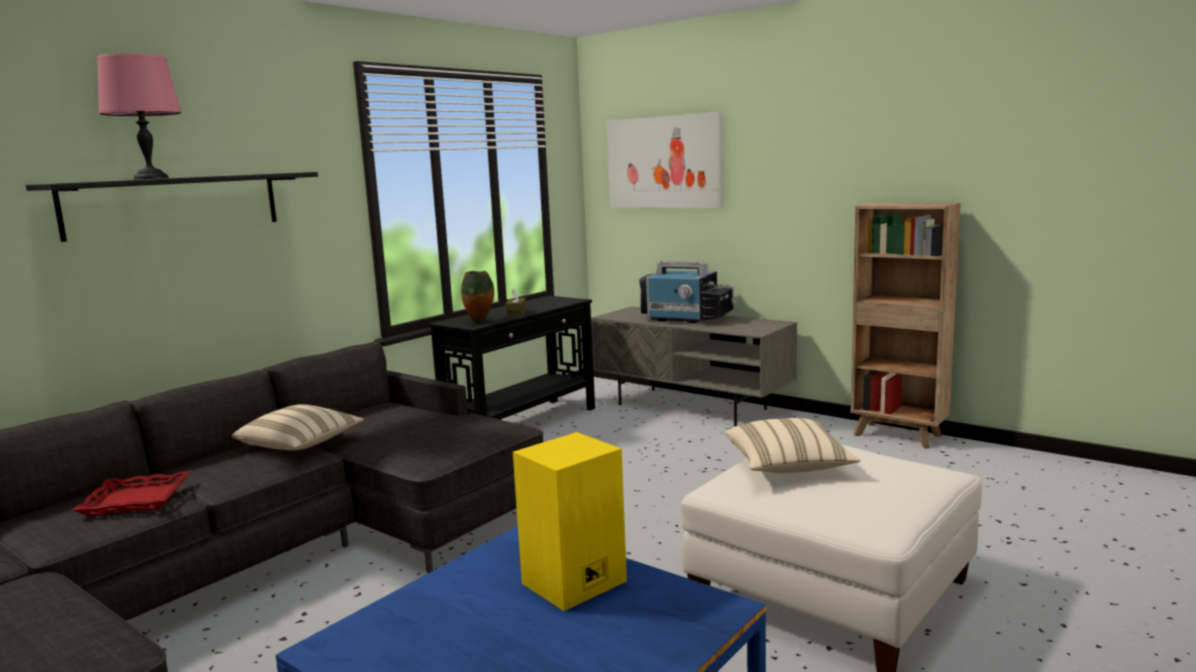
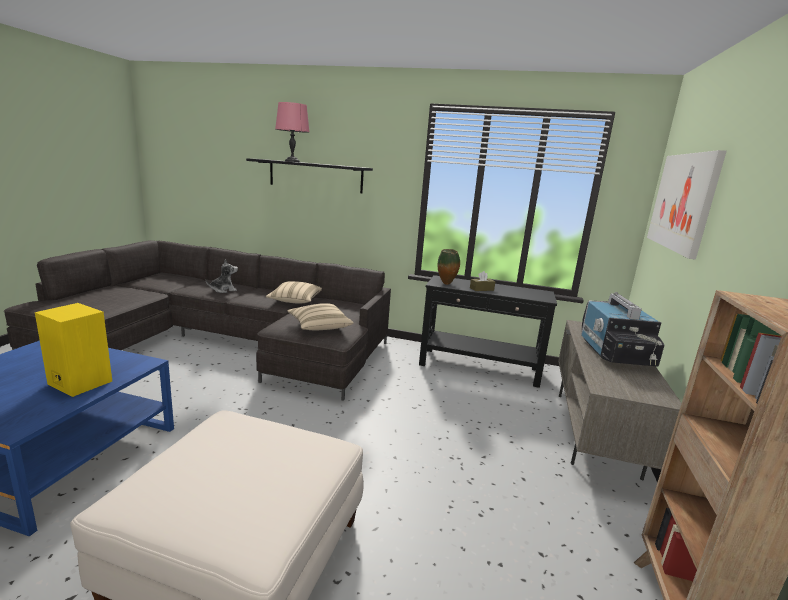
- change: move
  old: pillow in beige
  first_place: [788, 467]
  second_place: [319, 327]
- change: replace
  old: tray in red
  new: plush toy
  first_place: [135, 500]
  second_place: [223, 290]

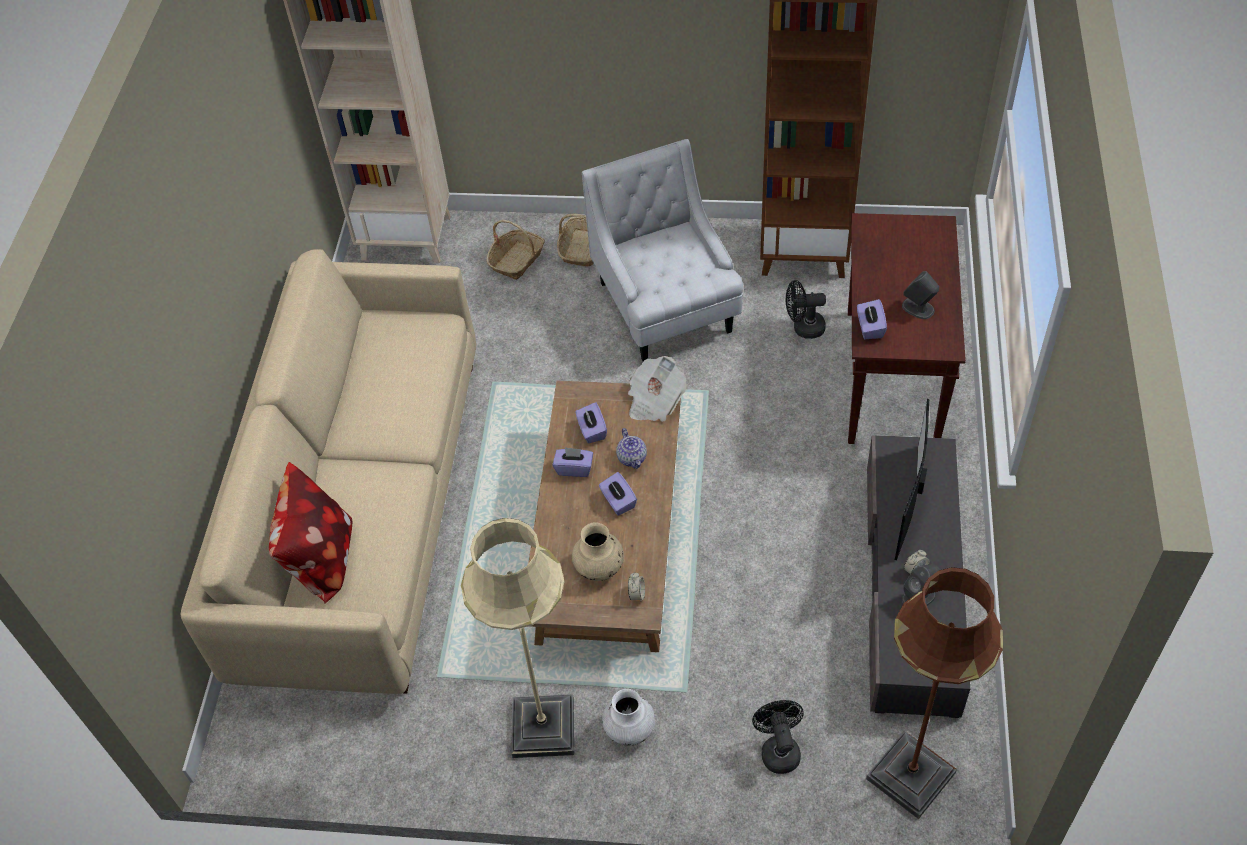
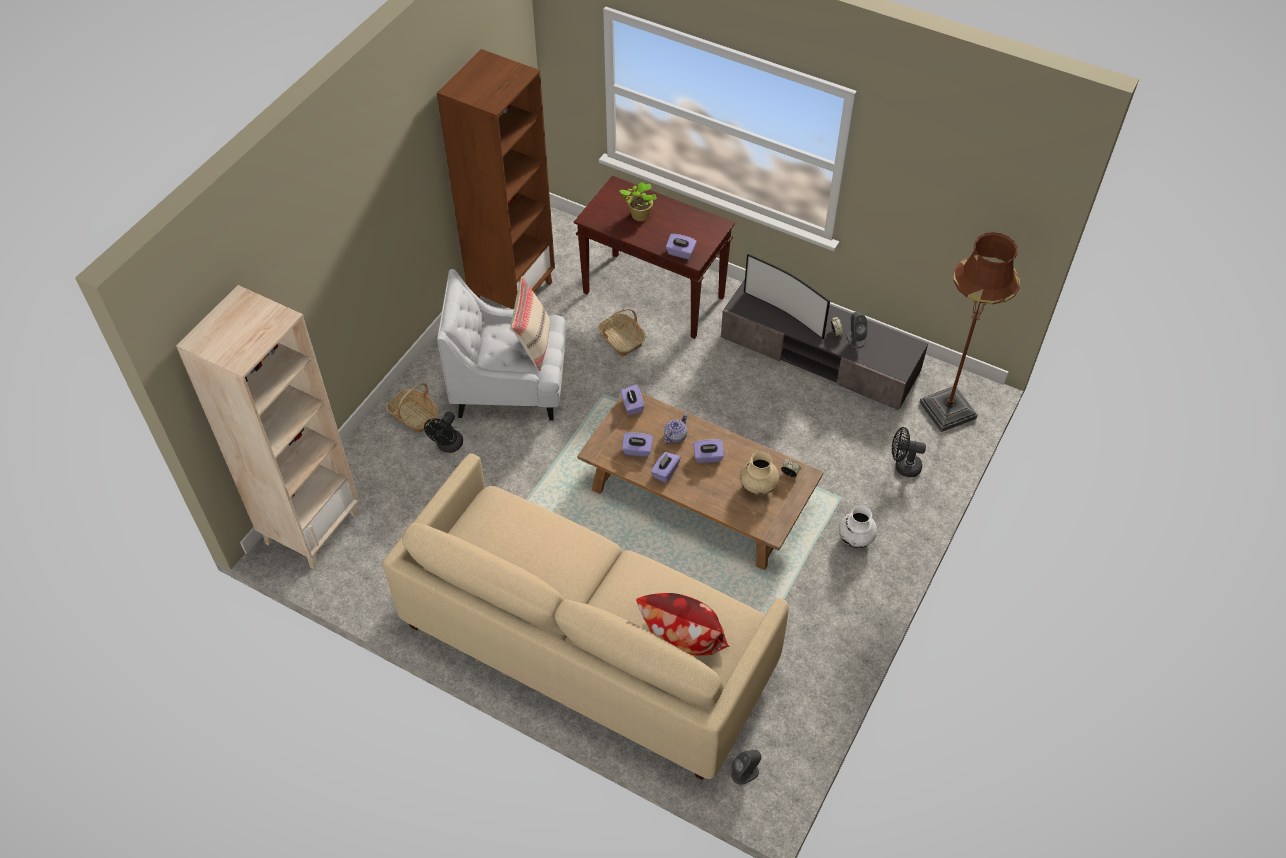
- change: move
  old: basket
  first_place: [517, 260]
  second_place: [621, 339]
- change: move
  old: speaker in grey
  first_place: [918, 308]
  second_place: [745, 773]
- change: move
  old: fan in black
  first_place: [803, 328]
  second_place: [448, 446]
- change: replace
  old: newspaper
  new: tissue box in purple
  first_place: [654, 401]
  second_place: [632, 406]
- change: rotate
  old: teapot
  first_place: [632, 458]
  second_place: [675, 436]
  degrees: -60
- change: delete
  old: floor lamp in beige
  first_place: [543, 727]
- change: insert
  new: potted plant
  second_place: [639, 216]
- change: insert
  new: pillow in beige
  second_place: [533, 344]

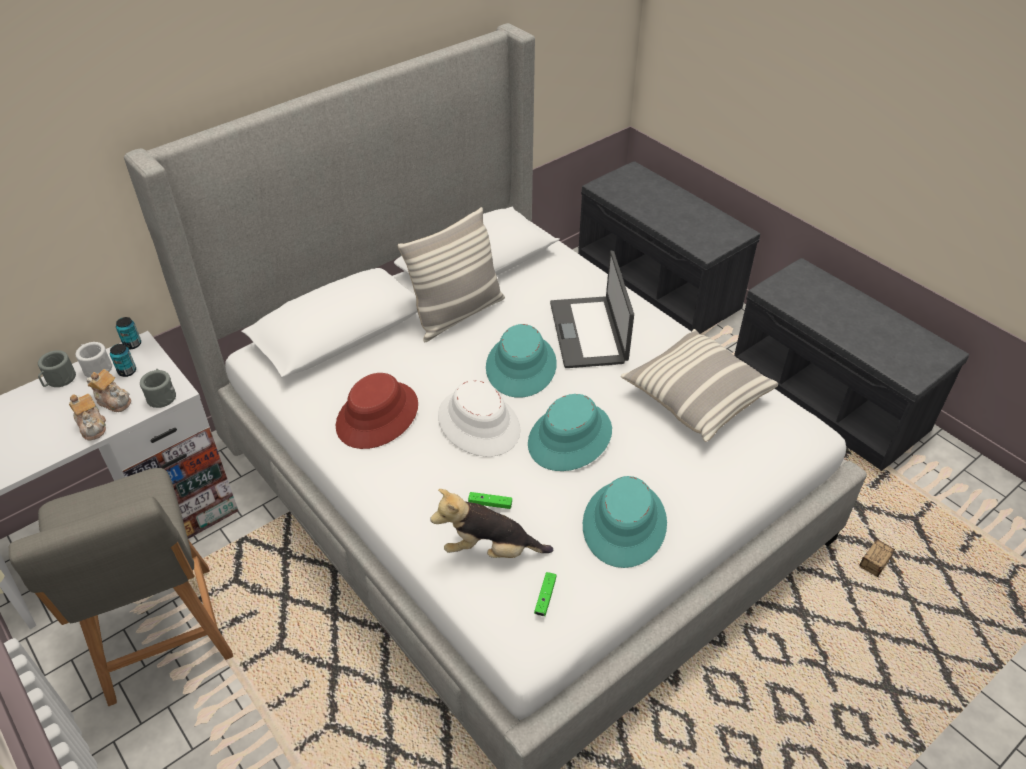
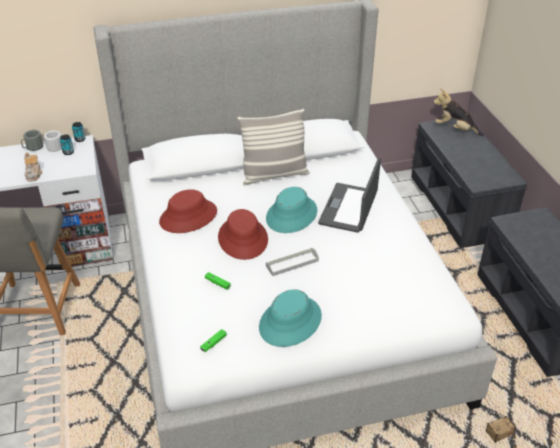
- change: delete
  old: pillow
  first_place: [696, 397]
- change: delete
  old: teapot
  first_place: [114, 401]
- change: delete
  old: mug in grey
  first_place: [161, 395]
- change: recolor
  old: hat in white
  new: hat in red
  first_place: [479, 423]
  second_place: [243, 238]
- change: replace
  old: hat in turquoise
  new: tray in grey
  first_place: [570, 437]
  second_place: [292, 263]
- change: move
  old: plush toy
  first_place: [490, 550]
  second_place: [455, 129]

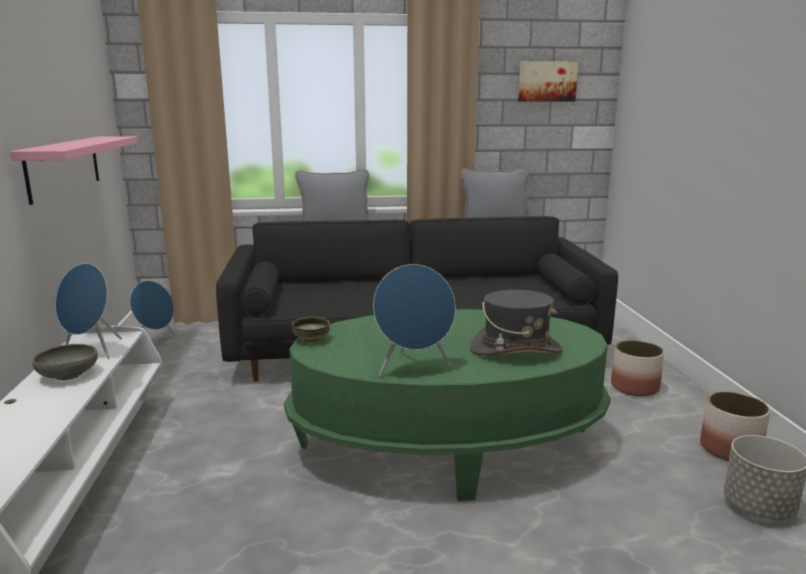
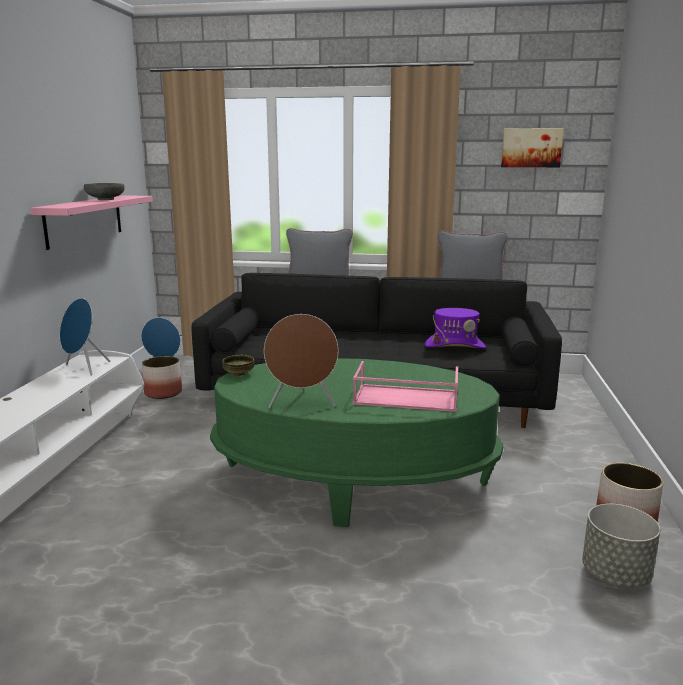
- change: recolor
  old: speaker in blue
  new: speaker in brown
  first_place: [413, 368]
  second_place: [302, 404]
- change: replace
  old: hat in grey
  new: tray in pink
  first_place: [515, 349]
  second_place: [405, 398]
- change: move
  old: planter
  first_place: [634, 387]
  second_place: [163, 393]
- change: move
  old: bowl in grey
  first_place: [68, 375]
  second_place: [105, 199]
- change: insert
  new: hat in purple
  second_place: [455, 346]

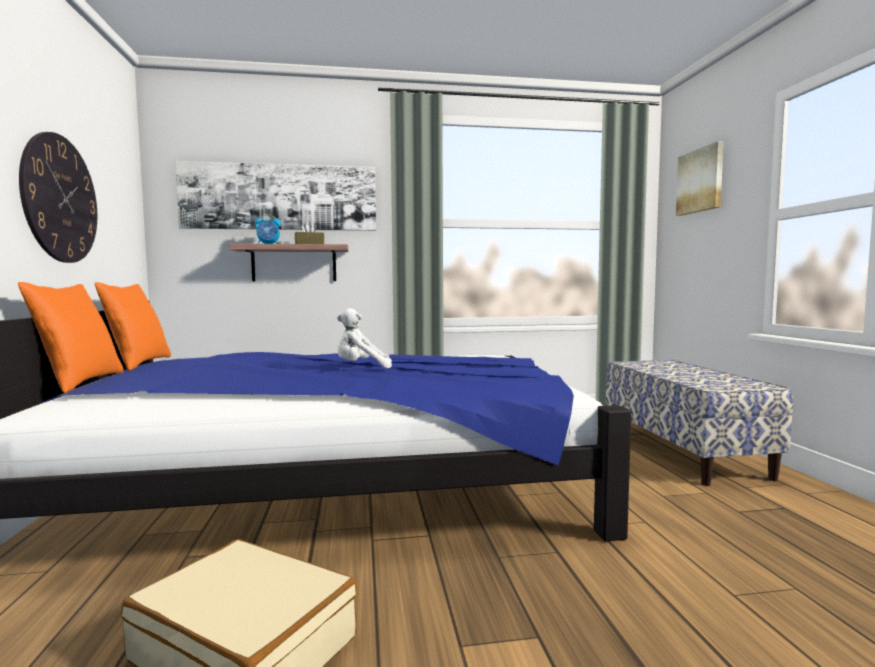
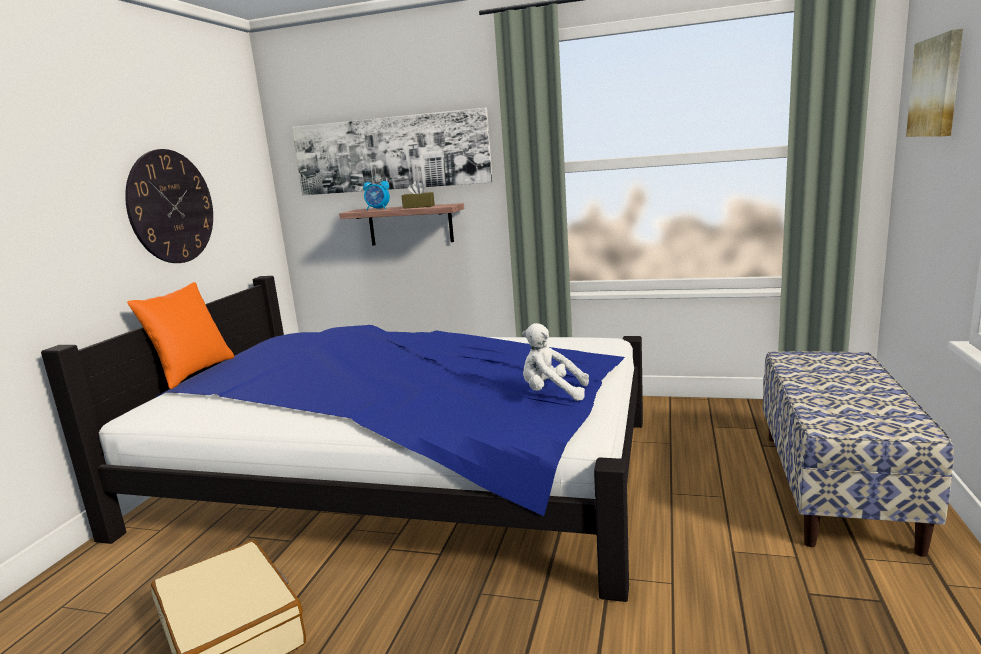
- change: delete
  old: pillow in orange
  first_place: [138, 364]
- change: move
  old: plush toy in white
  first_place: [361, 368]
  second_place: [551, 393]

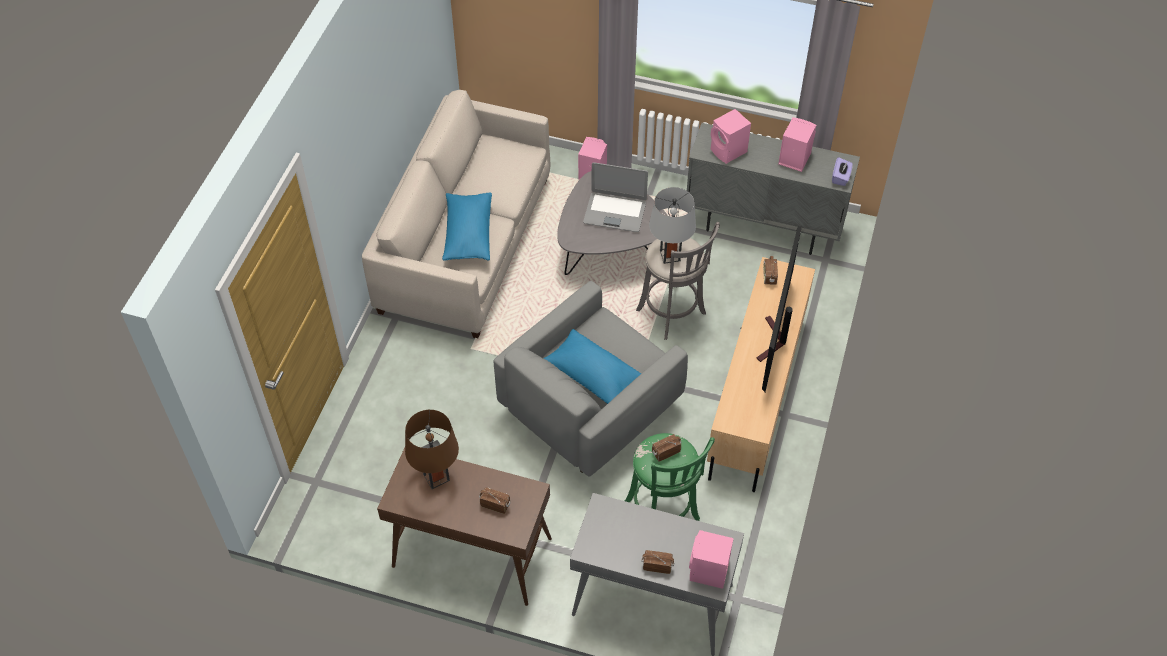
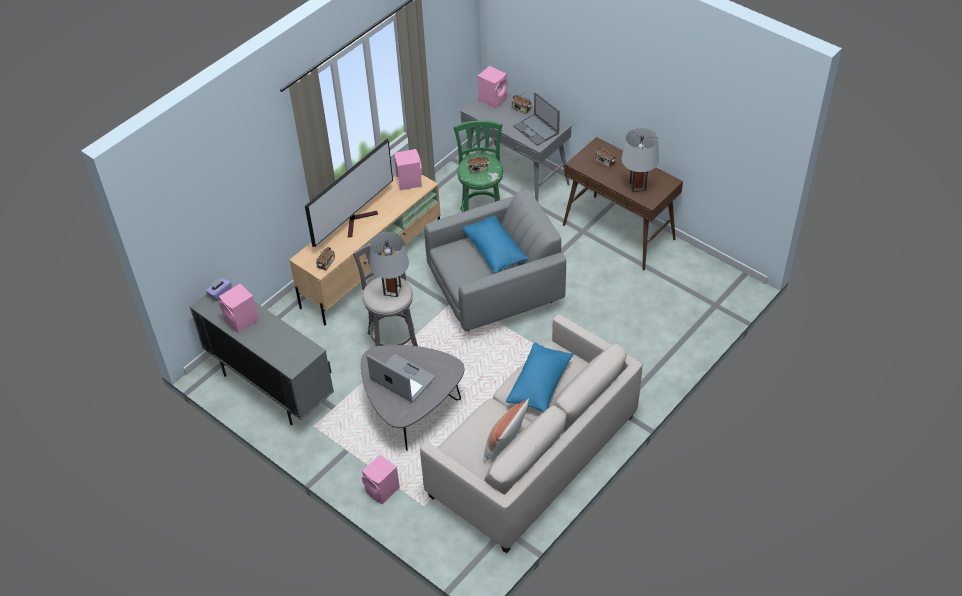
- change: move
  old: speaker in pink
  first_place: [729, 151]
  second_place: [409, 181]
- change: recolor
  old: table lamp in brown
  new: table lamp in grey
  first_place: [436, 477]
  second_place: [637, 186]
- change: insert
  new: laptop
  second_place: [536, 130]
- change: insert
  new: pillow
  second_place: [504, 445]

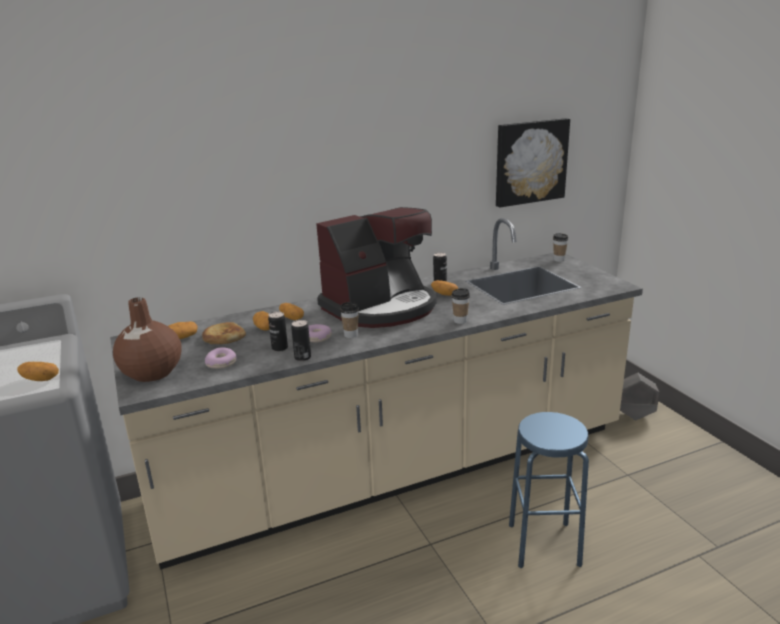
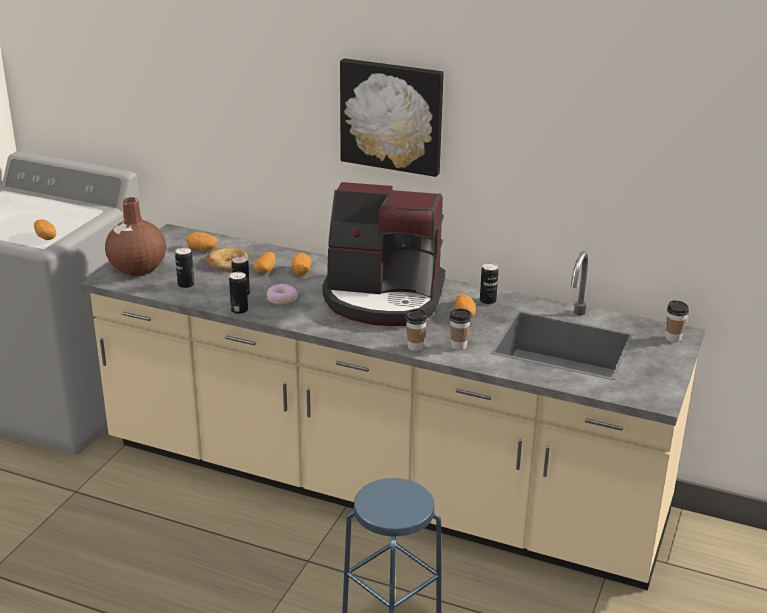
- change: move
  old: picture
  first_place: [530, 162]
  second_place: [392, 116]
- change: move
  old: cup
  first_place: [351, 335]
  second_place: [458, 346]
- change: replace
  old: donut
  new: can
  first_place: [222, 363]
  second_place: [186, 284]
- change: delete
  old: planter in grey
  first_place: [634, 415]

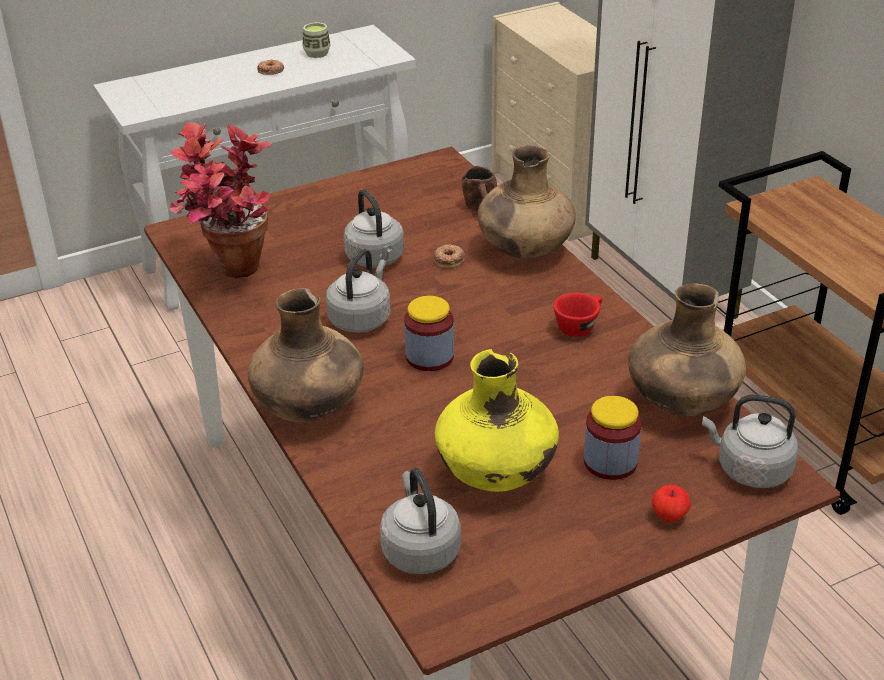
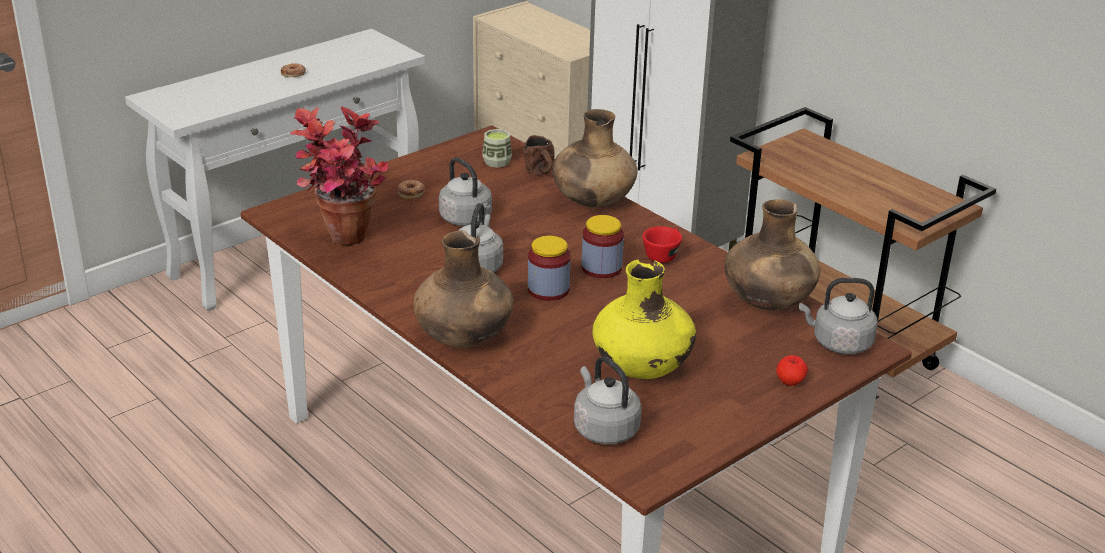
- change: move
  old: cup
  first_place: [317, 53]
  second_place: [497, 162]
- change: move
  old: donut
  first_place: [449, 259]
  second_place: [411, 192]
- change: move
  old: jar
  first_place: [610, 462]
  second_place: [601, 268]

